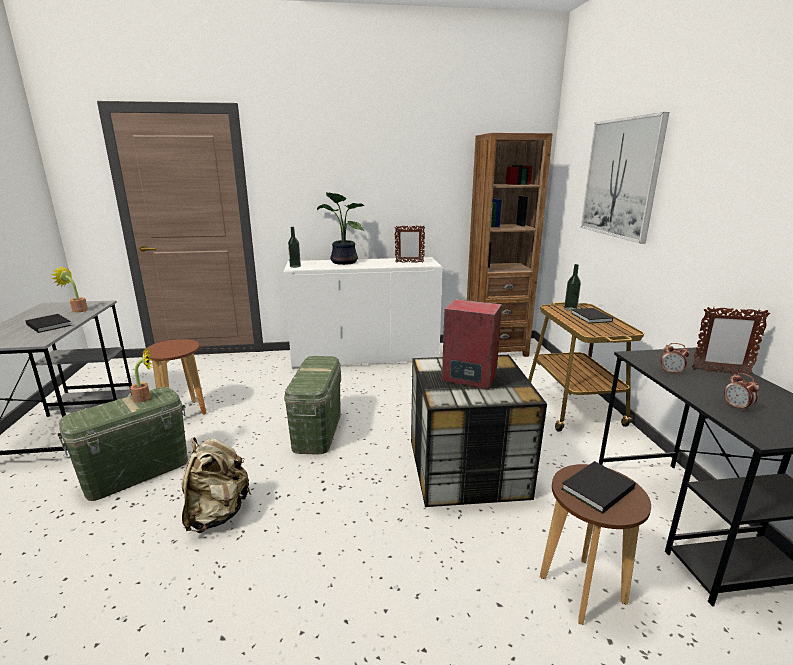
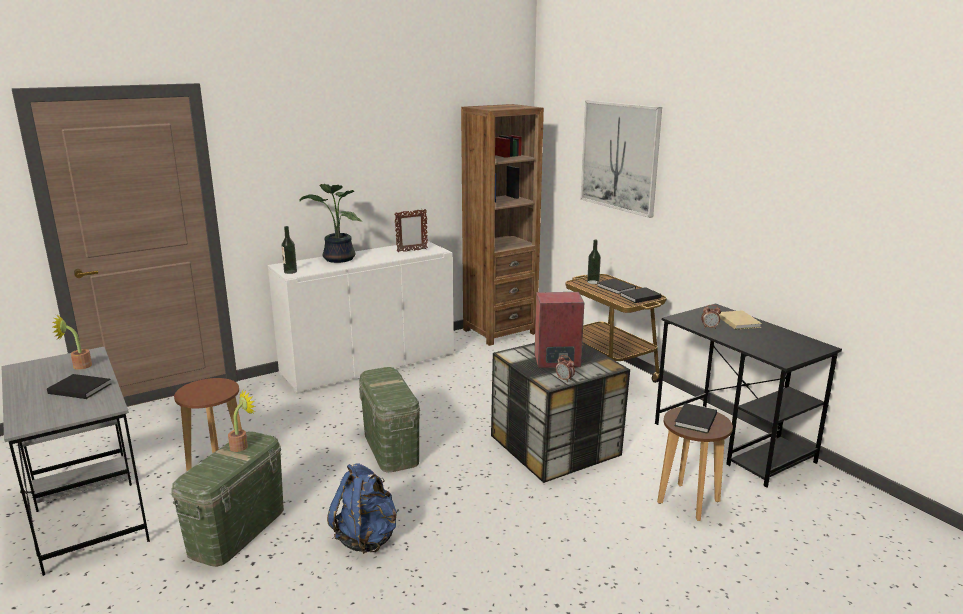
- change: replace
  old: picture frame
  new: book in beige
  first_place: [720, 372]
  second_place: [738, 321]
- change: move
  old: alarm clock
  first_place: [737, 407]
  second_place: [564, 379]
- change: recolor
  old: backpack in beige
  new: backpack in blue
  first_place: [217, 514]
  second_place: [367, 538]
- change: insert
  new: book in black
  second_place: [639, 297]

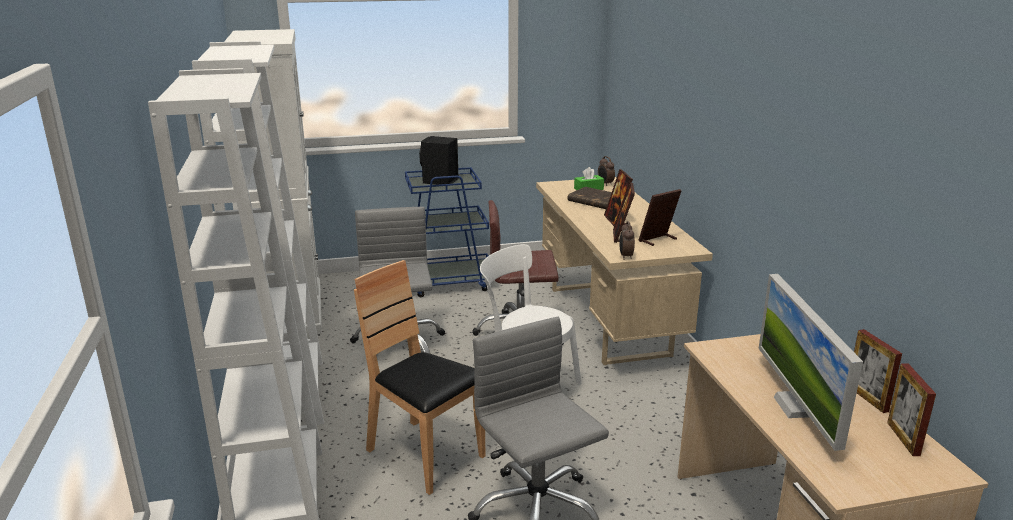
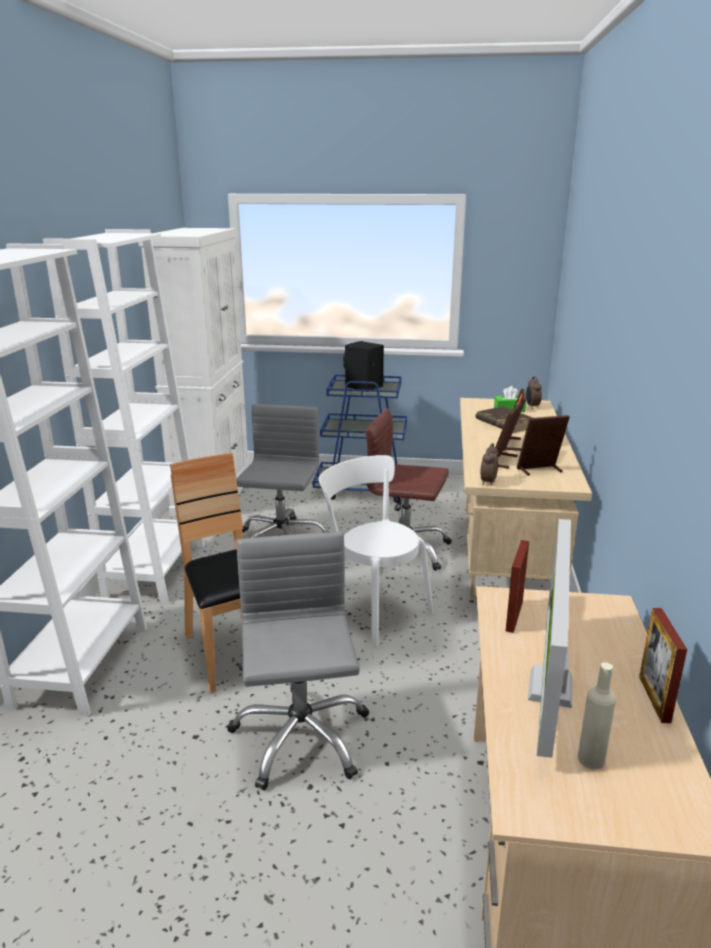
- change: move
  old: picture frame
  first_place: [903, 439]
  second_place: [514, 616]
- change: insert
  new: bottle in beige
  second_place: [591, 759]

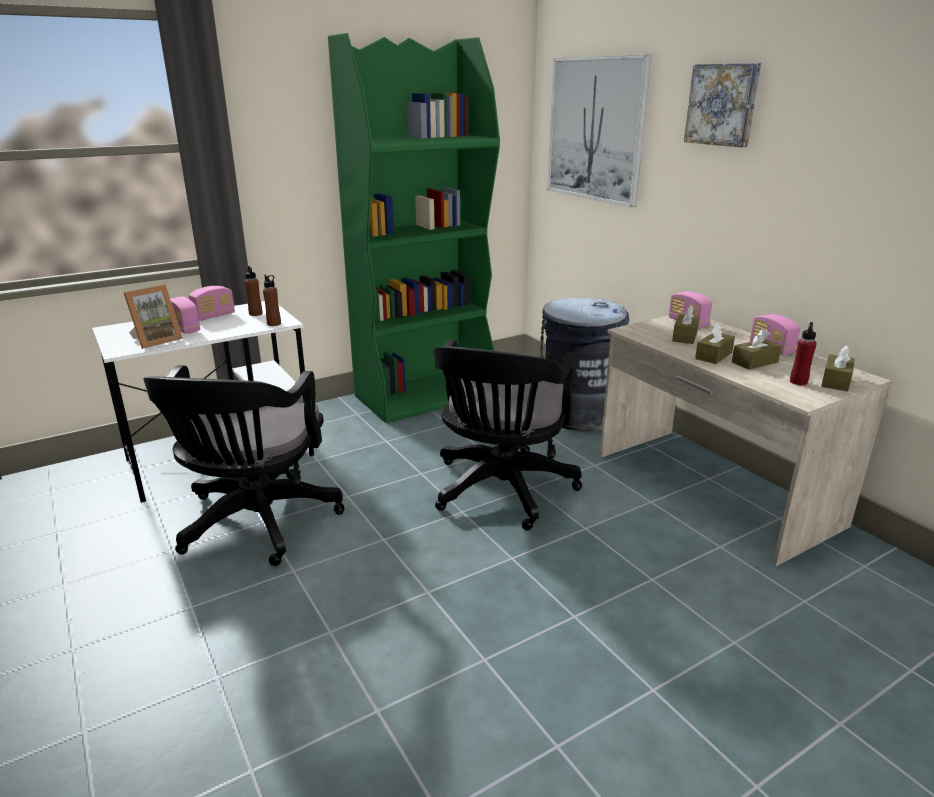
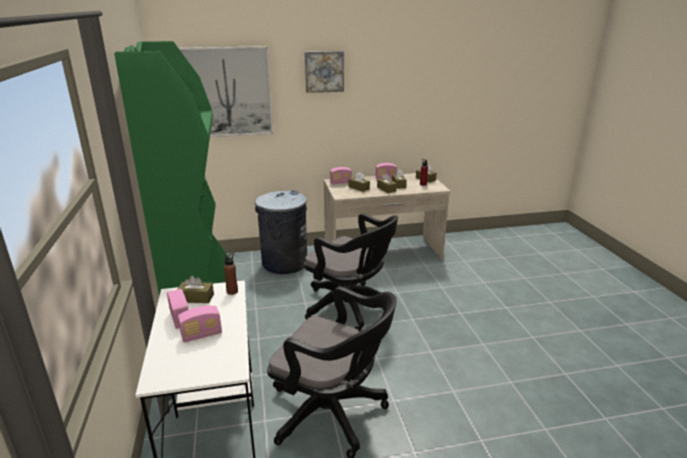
- change: replace
  old: bottle in brown
  new: tissue box in brown
  first_place: [255, 314]
  second_place: [196, 298]
- change: delete
  old: picture frame
  first_place: [156, 340]

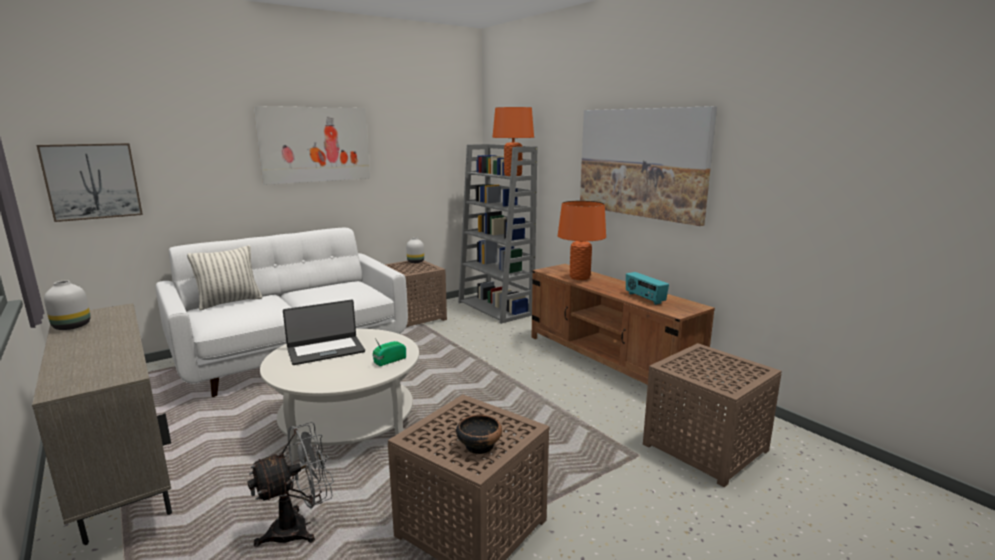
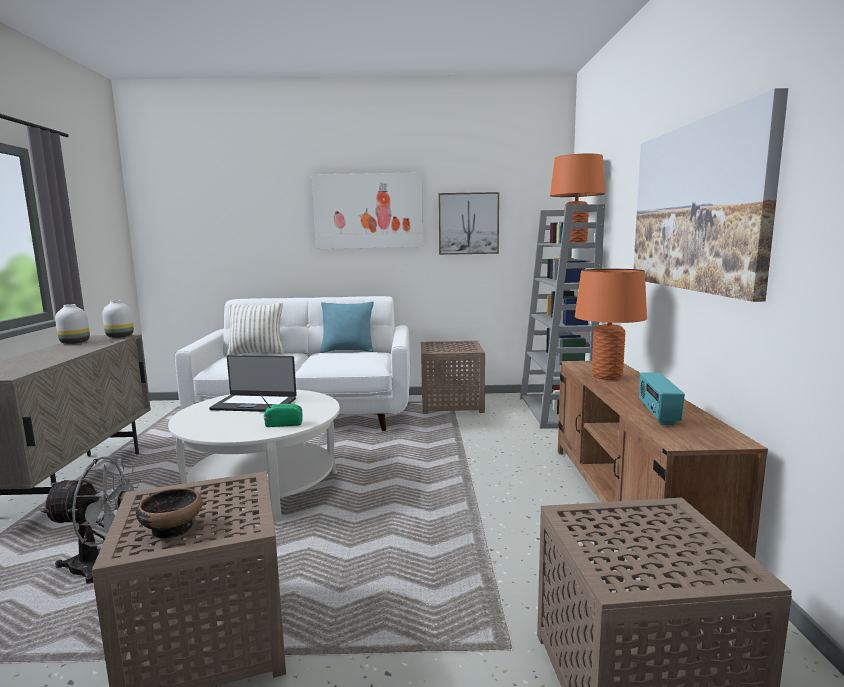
- change: move
  old: picture
  first_place: [92, 181]
  second_place: [468, 223]
- change: move
  old: vase in white
  first_place: [416, 262]
  second_place: [120, 336]
- change: insert
  new: pillow in turquoise
  second_place: [347, 350]

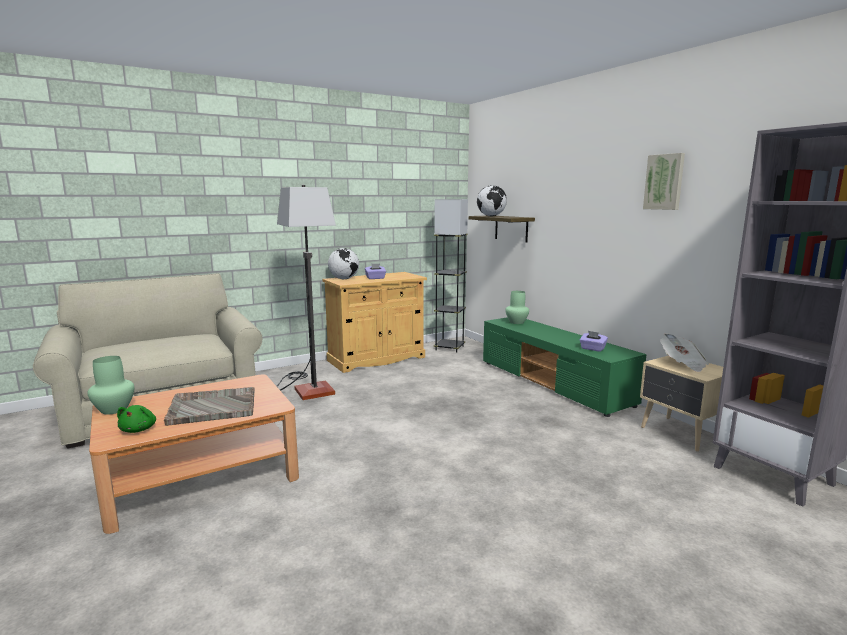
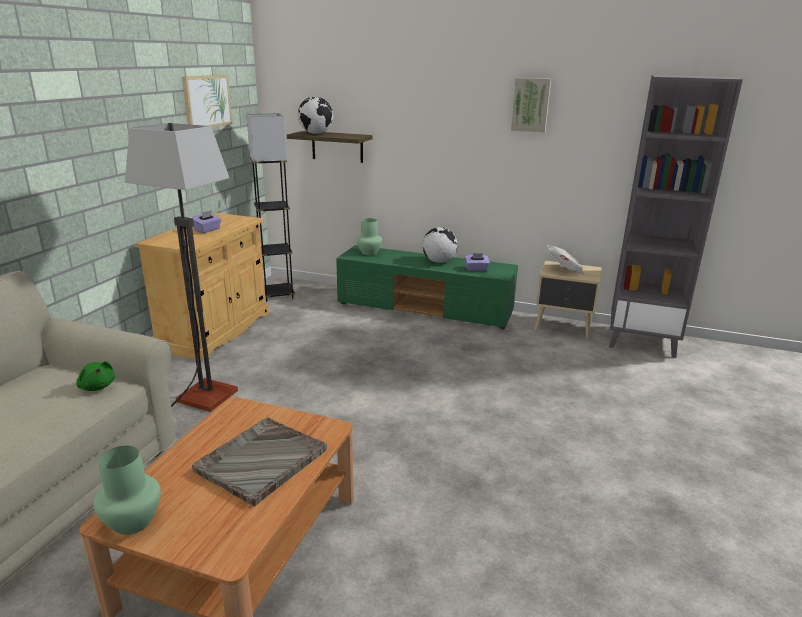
- change: move
  old: globe
  first_place: [344, 279]
  second_place: [438, 261]
- change: move
  old: plush toy in green
  first_place: [139, 429]
  second_place: [97, 386]
- change: insert
  new: picture
  second_place: [207, 101]

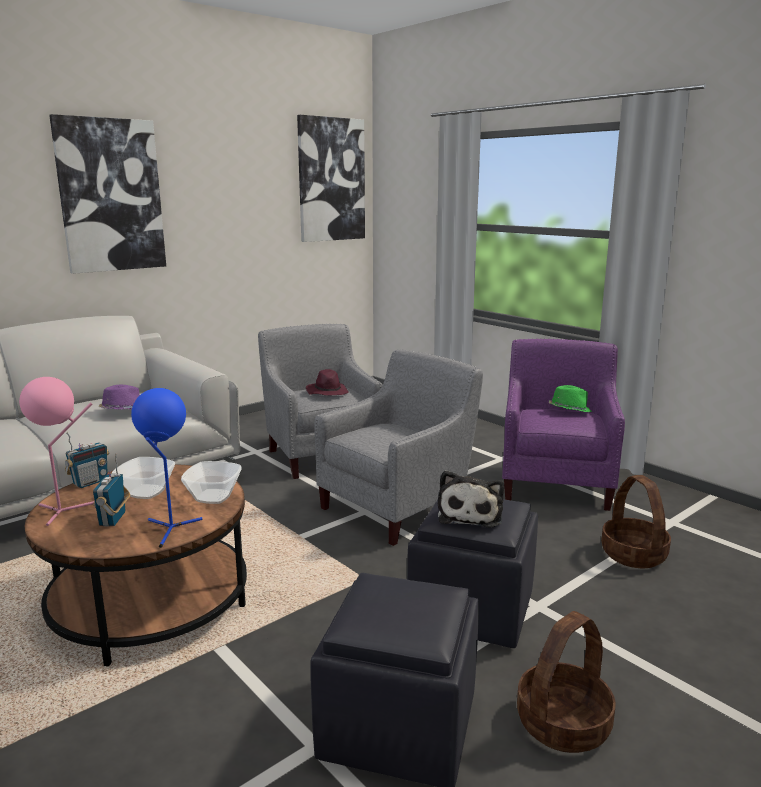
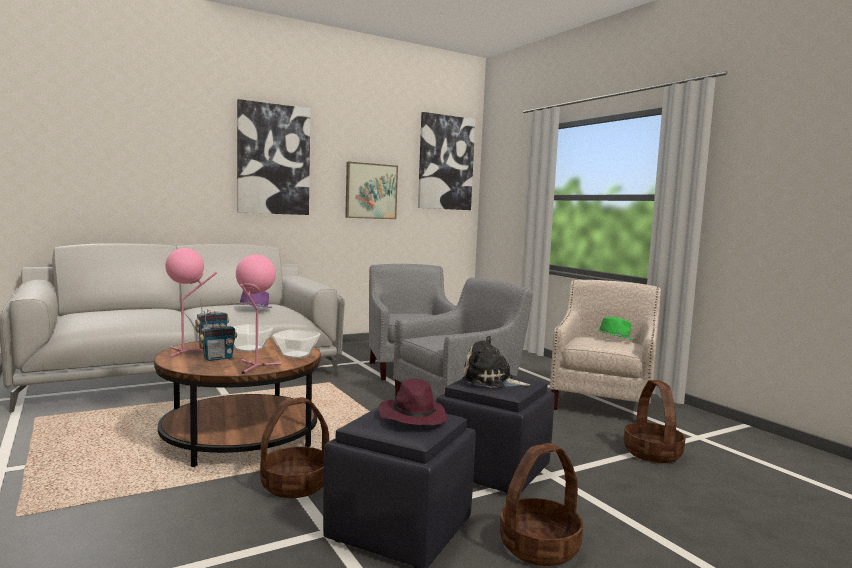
- change: recolor
  old: armchair in purple
  new: armchair in beige
  first_place: [556, 483]
  second_place: [603, 403]
- change: move
  old: hat in purple
  first_place: [327, 392]
  second_place: [412, 417]
- change: recolor
  old: table lamp in blue
  new: table lamp in pink
  first_place: [170, 530]
  second_place: [255, 367]
- change: rotate
  old: radio
  first_place: [113, 519]
  second_place: [218, 358]
  degrees: -135
- change: rotate
  old: plush toy
  first_place: [470, 514]
  second_place: [491, 381]
  degrees: 90
- change: insert
  new: picture
  second_place: [371, 191]
- change: insert
  new: basket
  second_place: [295, 485]

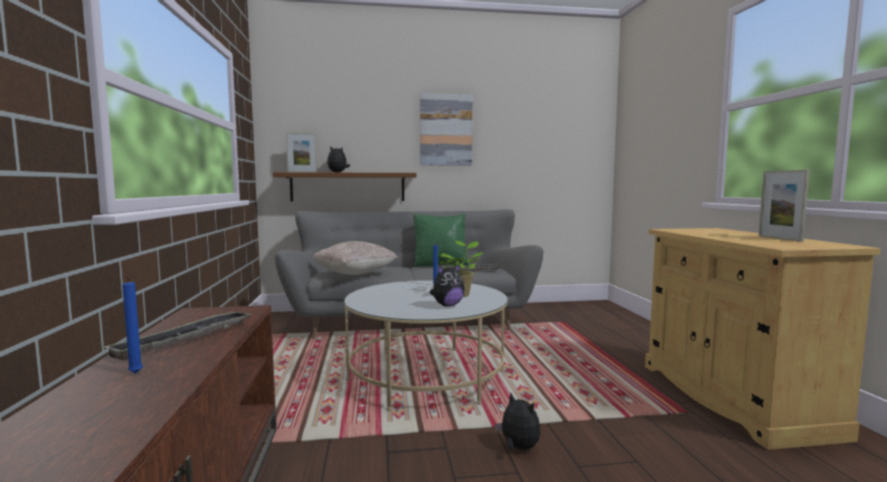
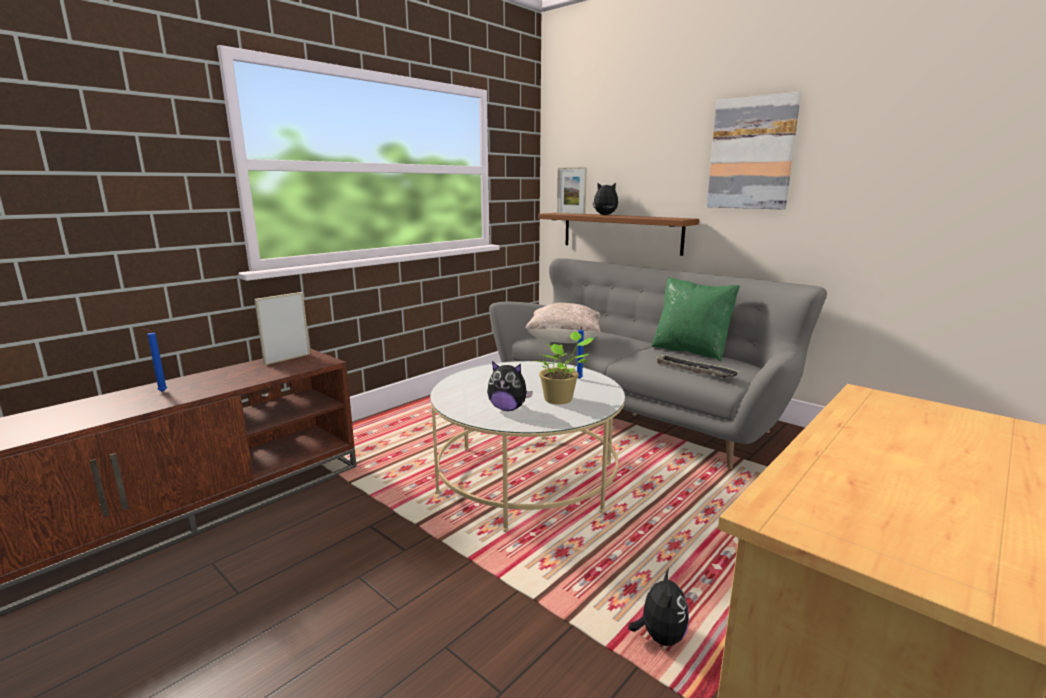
- change: move
  old: picture frame
  first_place: [779, 238]
  second_place: [287, 359]
- change: delete
  old: tray
  first_place: [185, 339]
- change: move
  old: plush toy
  first_place: [518, 448]
  second_place: [660, 636]

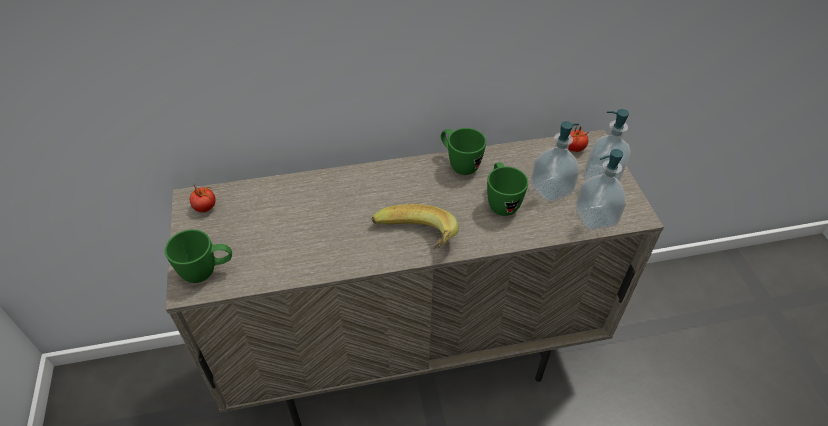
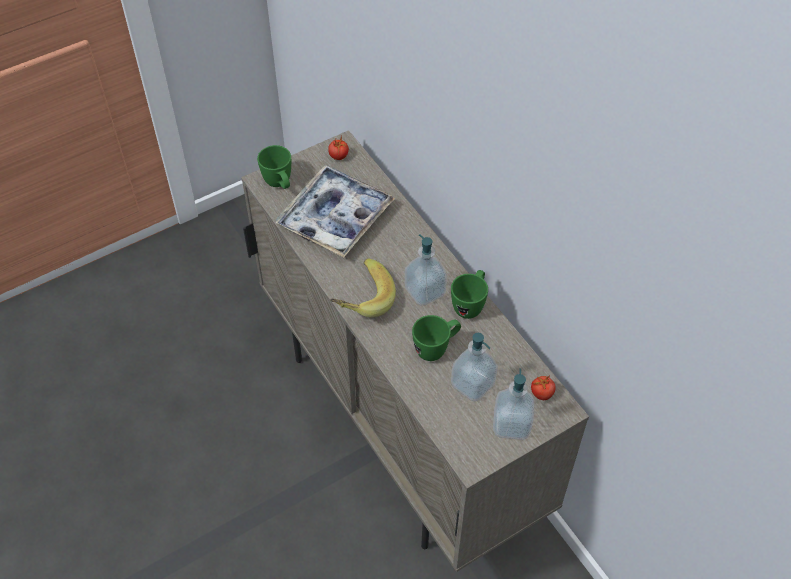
- change: move
  old: soap dispenser
  first_place: [595, 217]
  second_place: [425, 291]
- change: insert
  new: tray
  second_place: [335, 218]

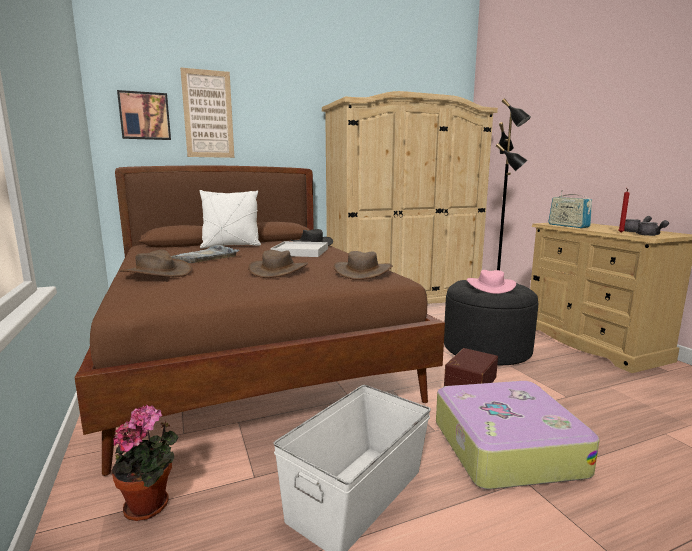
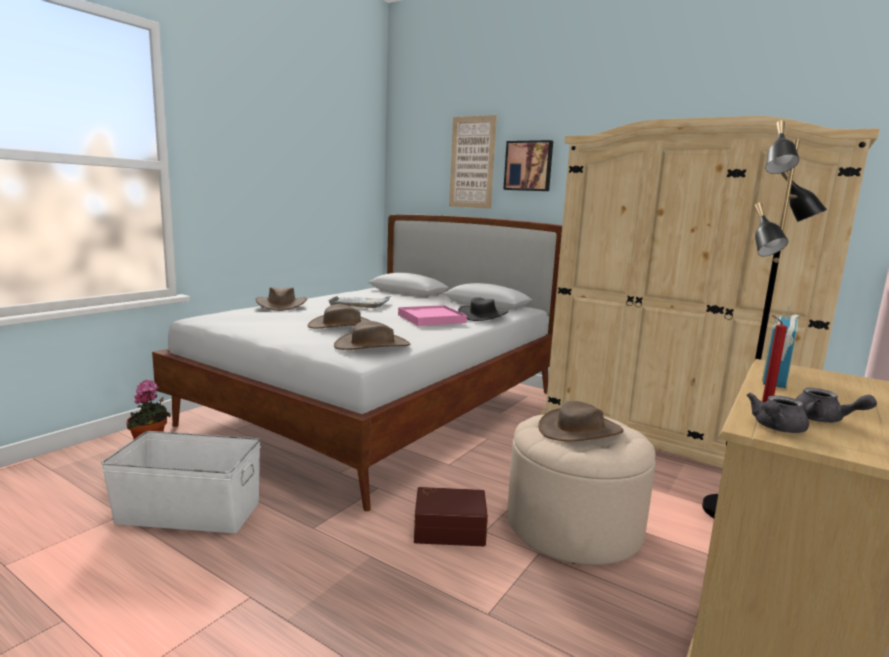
- change: move
  old: picture
  first_place: [145, 116]
  second_place: [528, 166]
- change: recolor
  old: bed in brown
  new: bed in white
  first_place: [251, 353]
  second_place: [382, 409]
- change: delete
  old: pillow in white
  first_place: [231, 246]
- change: recolor
  old: tray in white
  new: tray in pink
  first_place: [300, 252]
  second_place: [431, 319]
- change: recolor
  old: hat in pink
  new: hat in brown
  first_place: [490, 286]
  second_place: [580, 430]
- change: recolor
  old: ottoman in black
  new: ottoman in beige
  first_place: [486, 348]
  second_place: [573, 525]
- change: delete
  old: suitcase
  first_place: [504, 447]

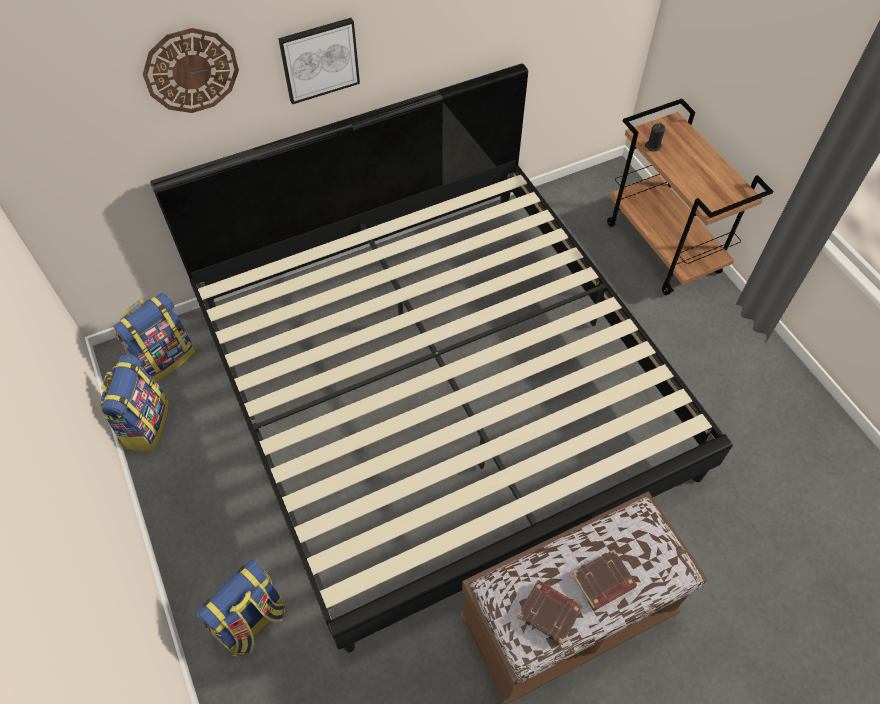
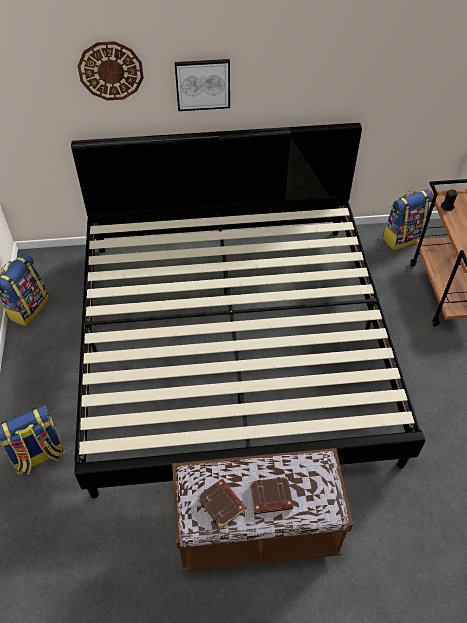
- change: move
  old: backpack
  first_place: [165, 358]
  second_place: [402, 237]

